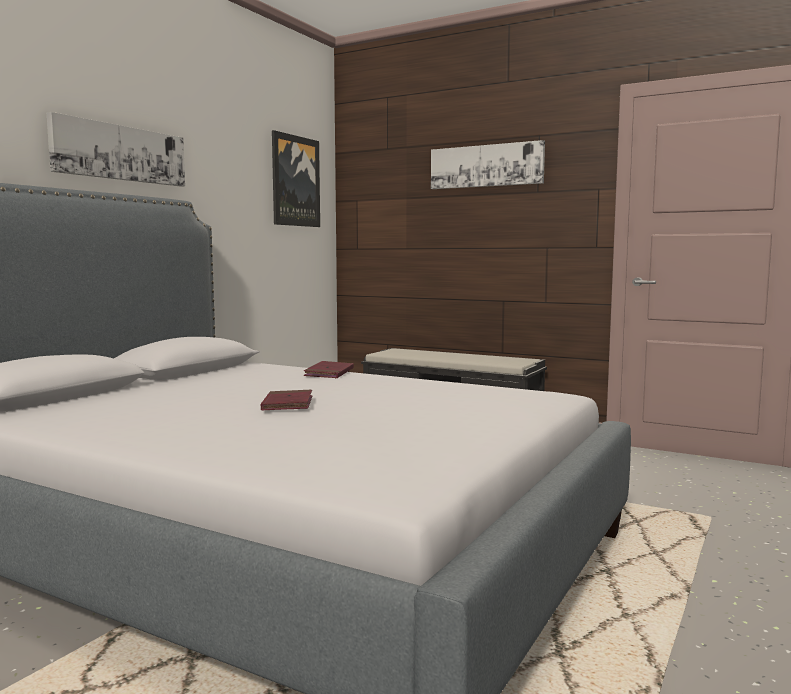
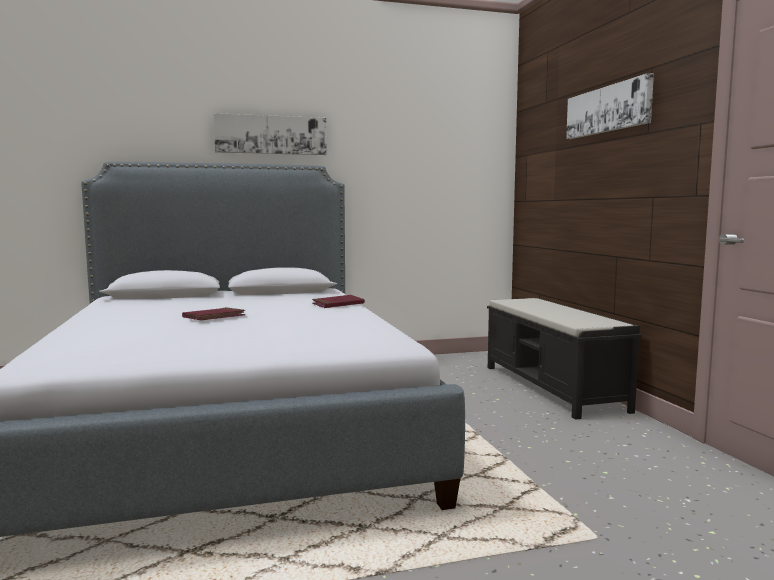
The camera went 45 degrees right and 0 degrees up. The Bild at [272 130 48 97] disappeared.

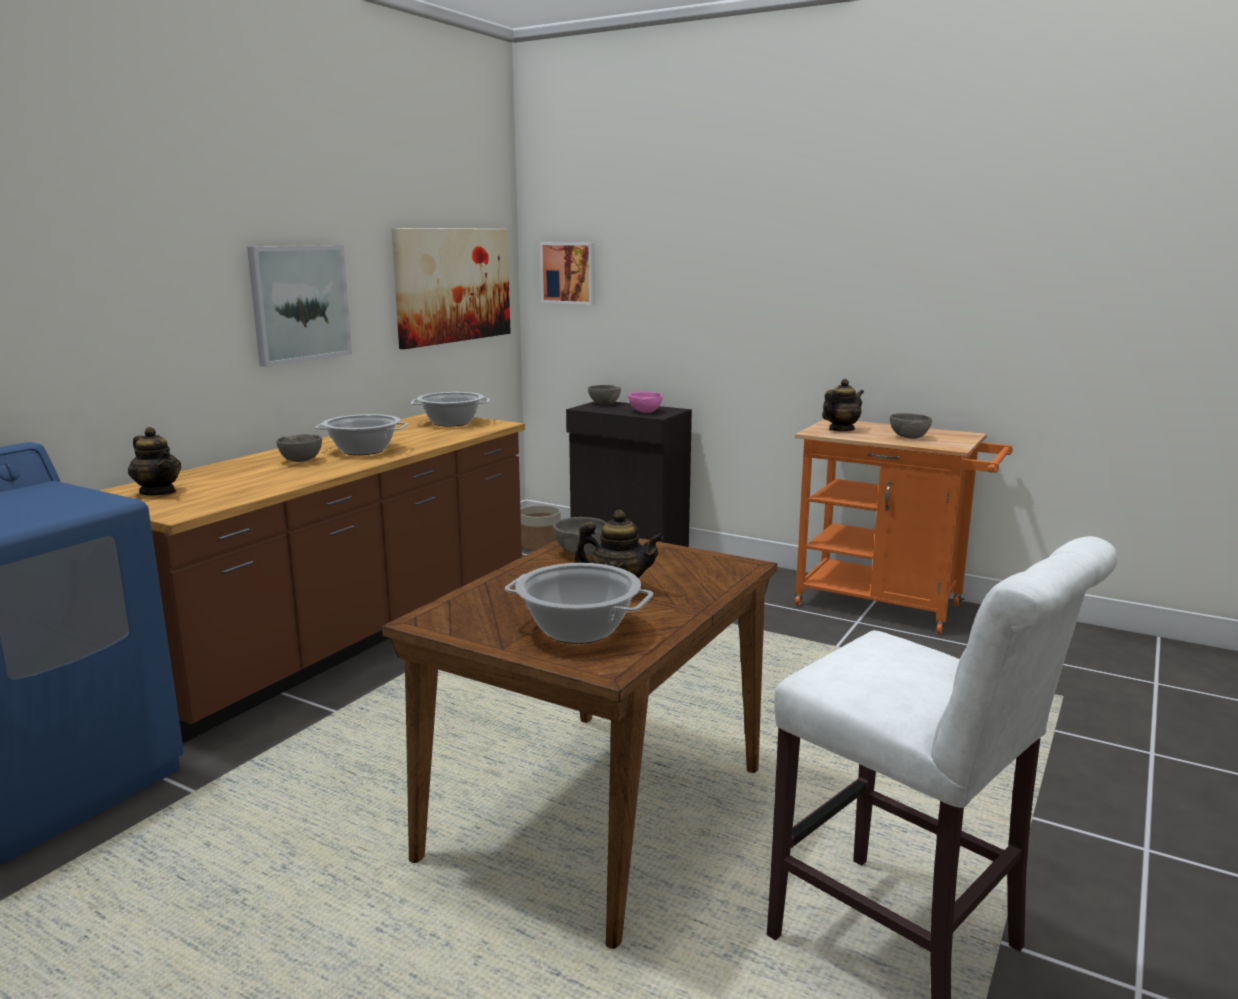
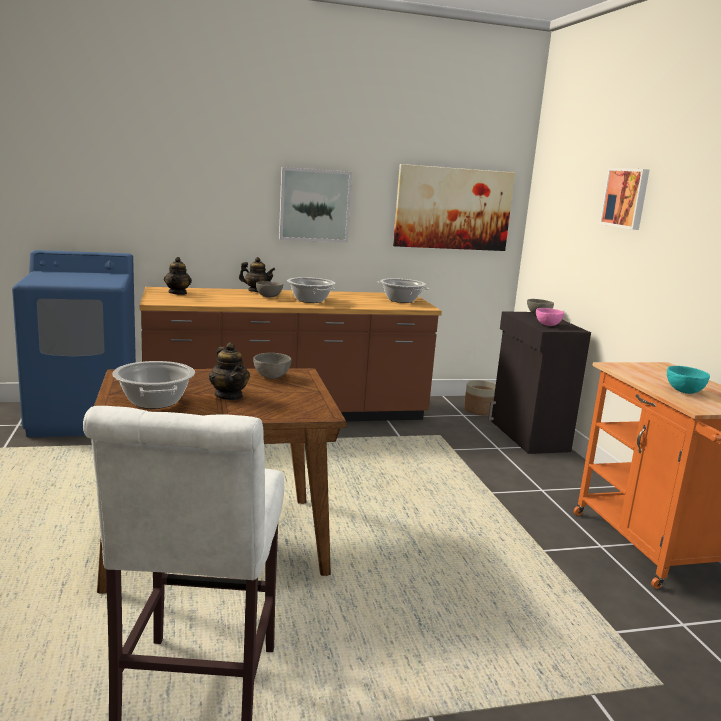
The camera went 45 degrees right and 0 degrees up. The Bild moved from [540 242 55 63] to [599 168 50 62]. The Teekanne moved from [822 379 42 52] to [239 257 36 35]. The Schüssel/grau at [890 413 42 26] became the Schüssel/türkis at [667 366 43 28].

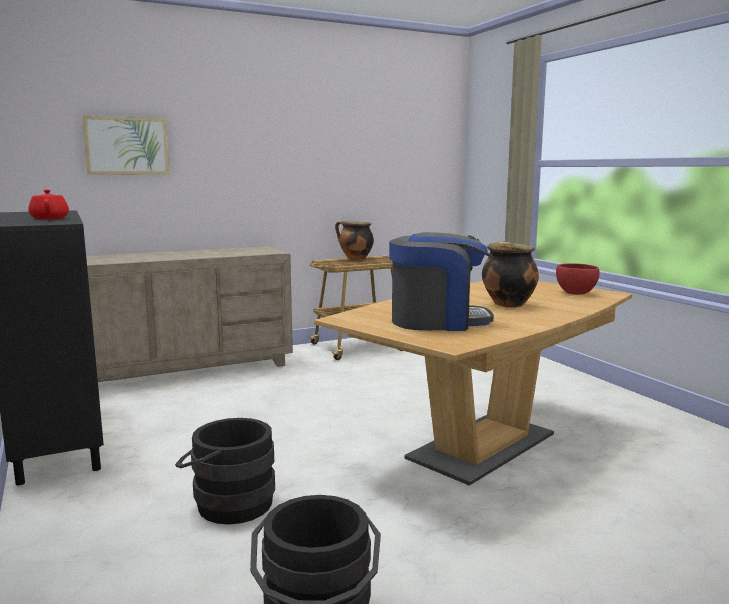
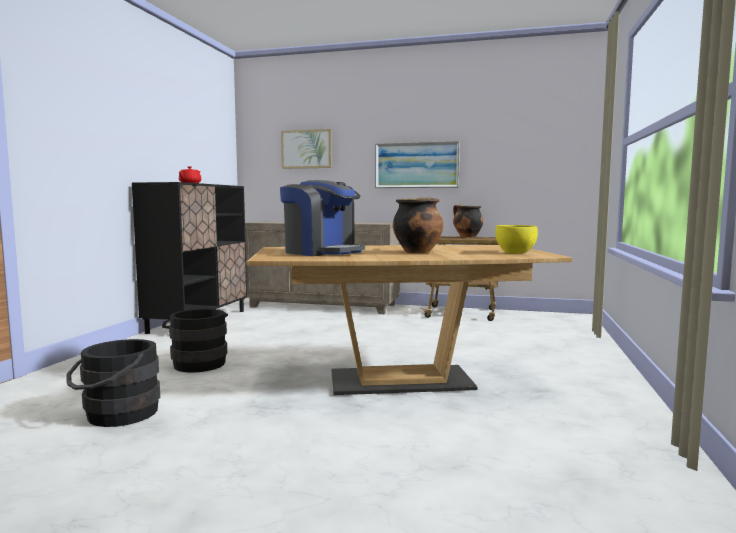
The camera went 40 degrees right and 5 degrees down. The Bild at [375 141 85 47] appeared. The Schüssel/rot at [556 263 44 32] became the Schüssel/gelb at [495 225 43 29].

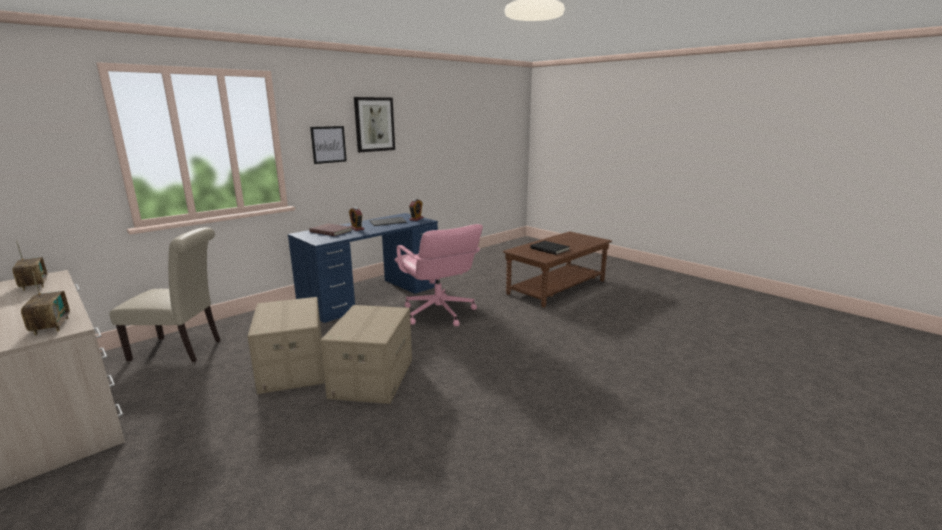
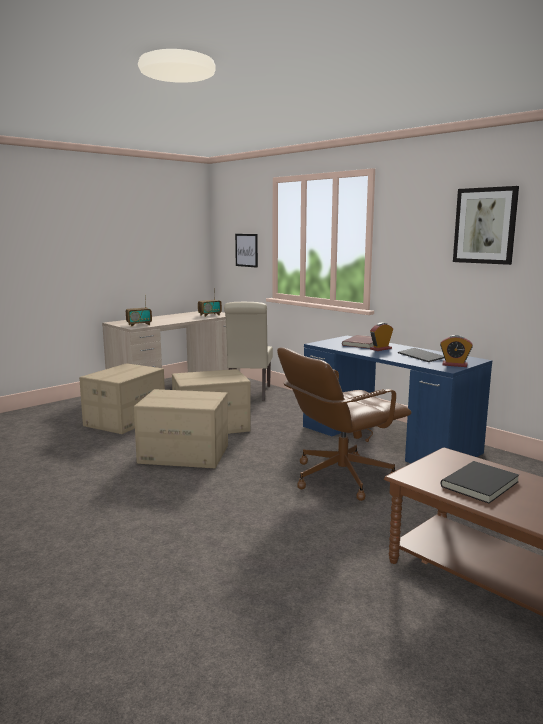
The camera went 90 degrees right and 5 degrees down. The Karton at [79 363 86 71] appeared. The Bild moved from [310 126 37 38] to [235 234 23 34]. The Bürostuhl/rosa at [394 224 89 102] became the Bürostuhl/braun at [277 347 134 154].

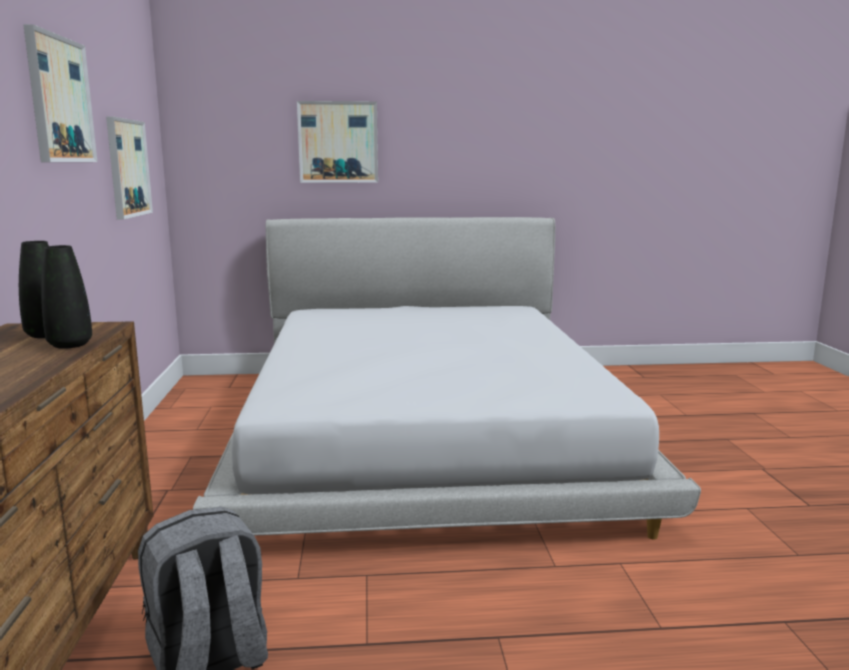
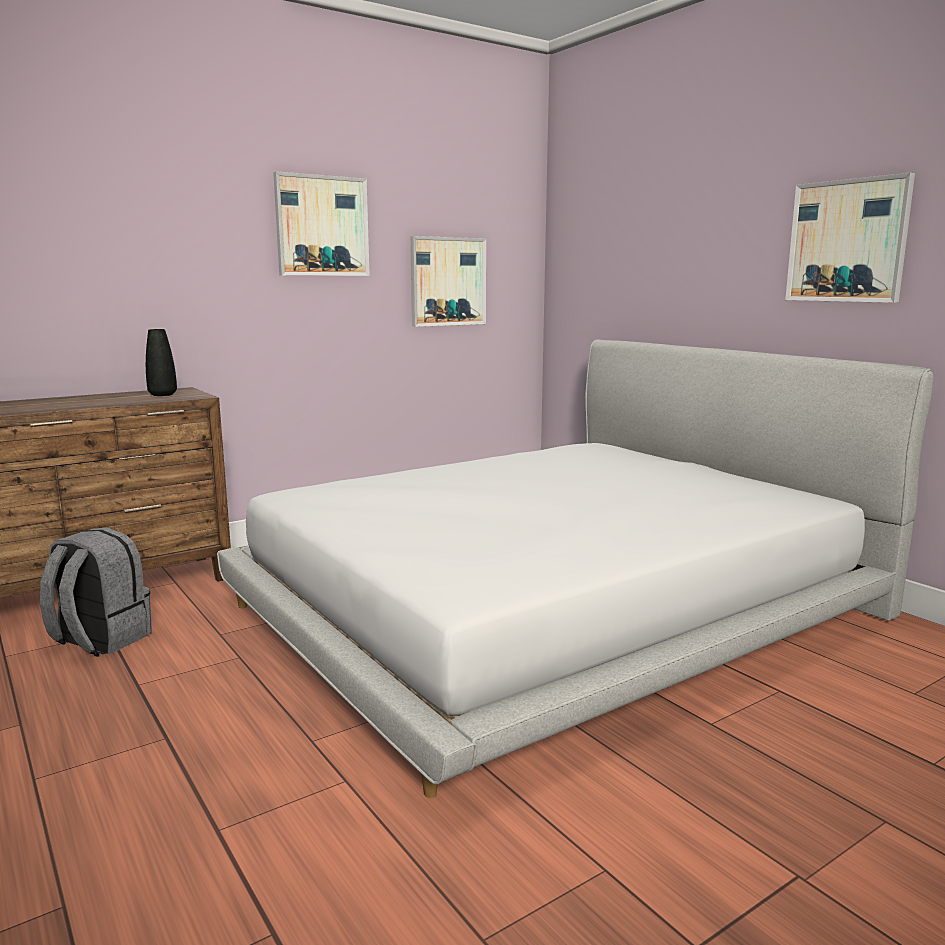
The camera went 60 degrees right and 0 degrees up. The Vase/schwarz at [41 245 51 104] disappeared. The Bild moved from [297 101 81 82] to [785 173 130 130].

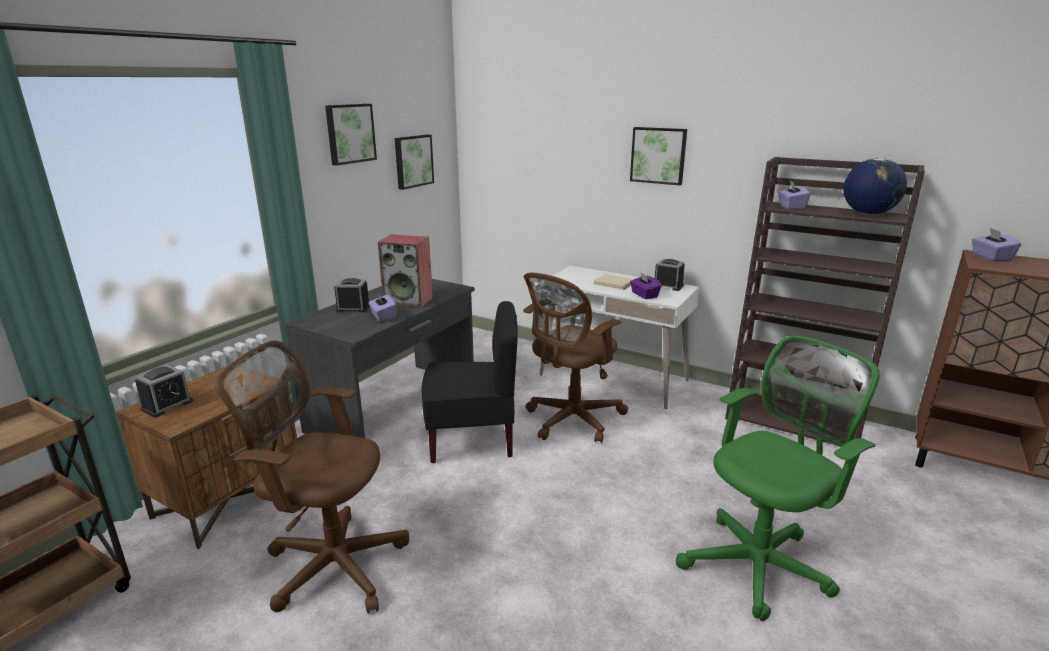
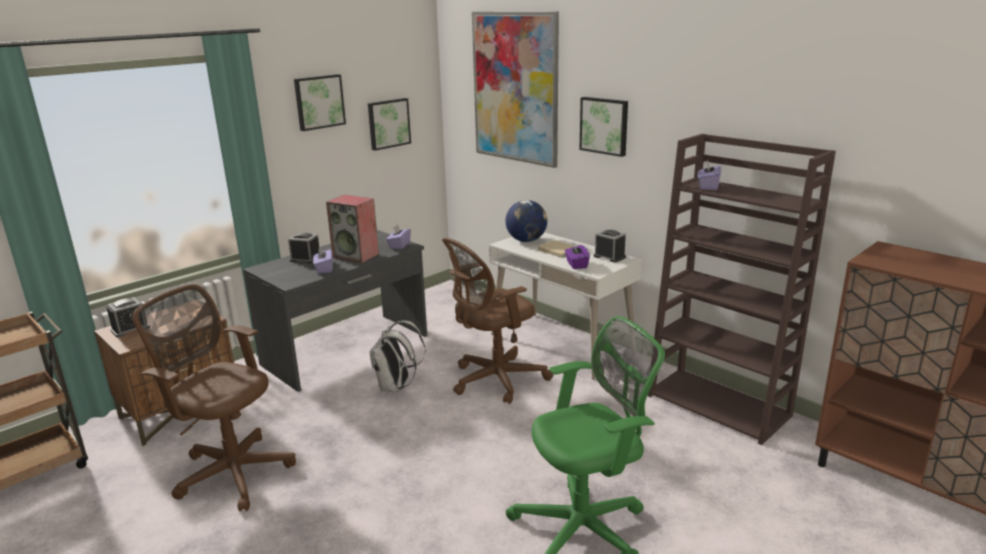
The camera went 15 degrees right and 0 degrees up. The Bild at [472 12 87 156] appeared. The Globus moved from [843 158 64 57] to [506 200 41 42]. The Taschentuchbox/lila moved from [972 228 49 33] to [386 224 25 25]. The Stuhl/schwarz at [421 301 97 162] was replaced by the Rucksack/weiß at [370 320 56 72].

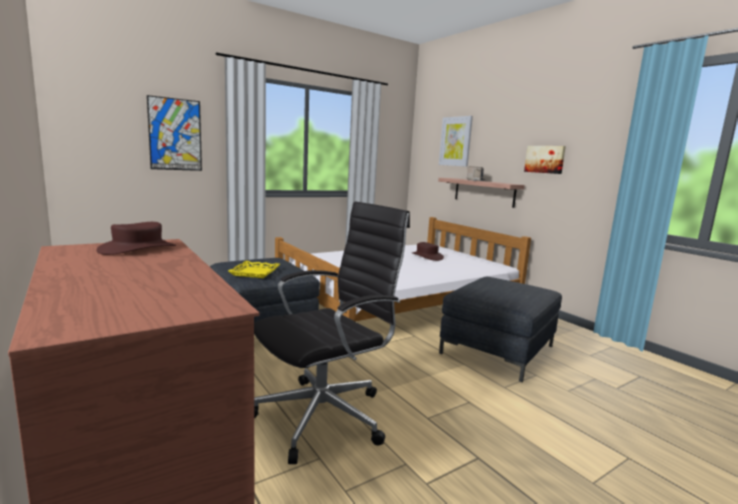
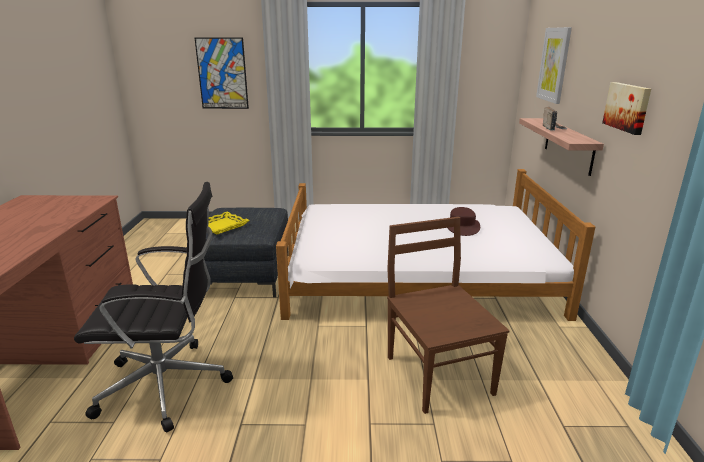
The camera went 35 degrees right and 10 degrees up. The Hut/braun at [97 222 79 33] disappeared. The Polsterhocker/grau at [439 277 123 105] was replaced by the Stuhl/braun at [387 217 123 197].

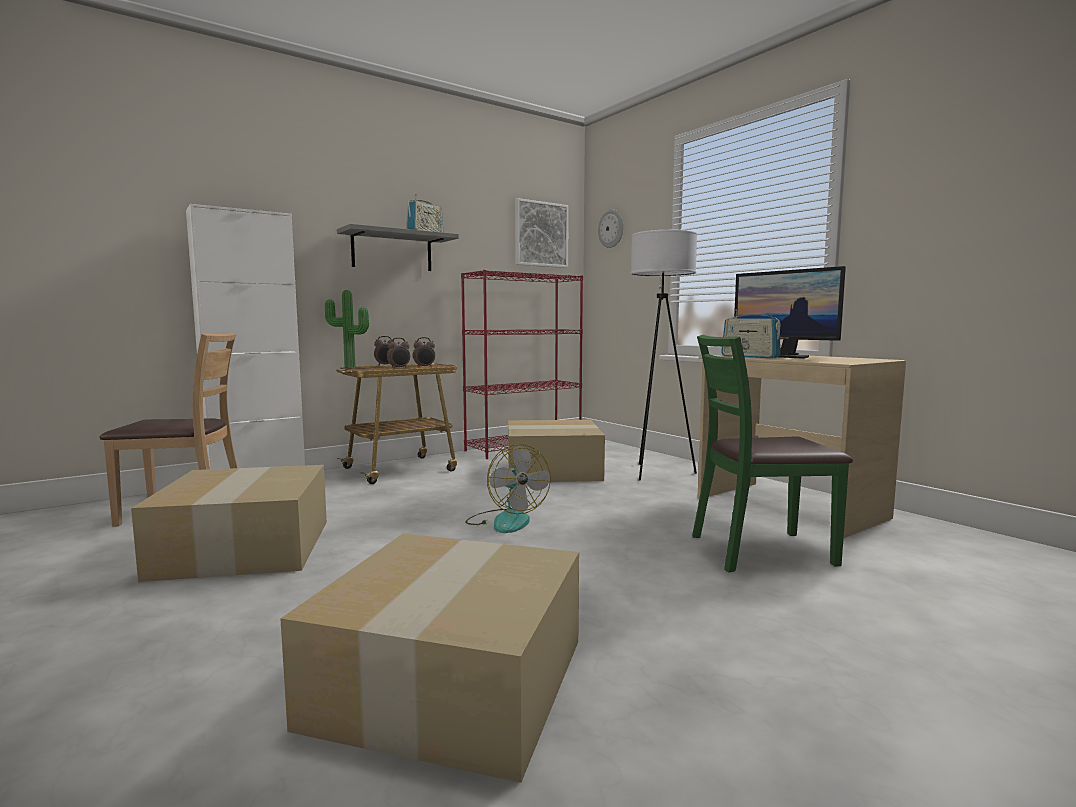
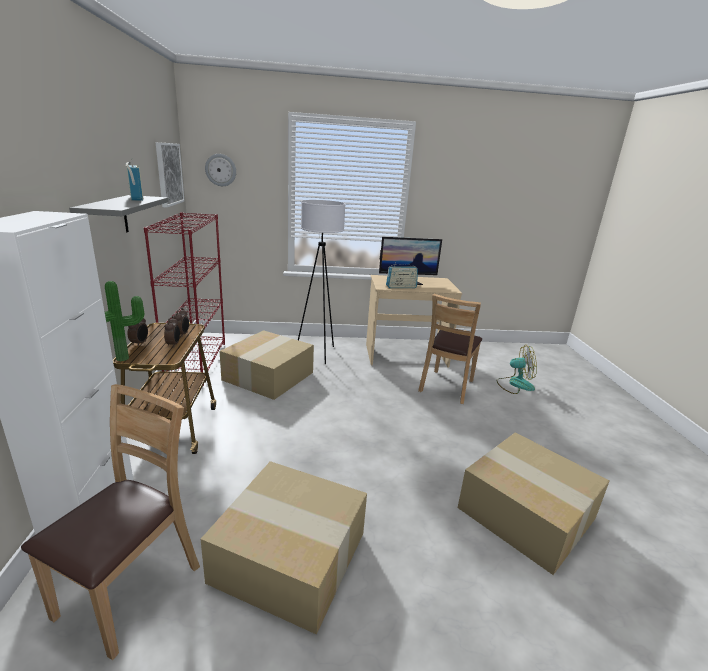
The camera went 60 degrees left and 15 degrees up. The Ventilator moved from [465 444 86 89] to [496 345 41 49]. The Stuhl/grün at [692 335 161 237] became the Stuhl/braun at [418 294 64 110].

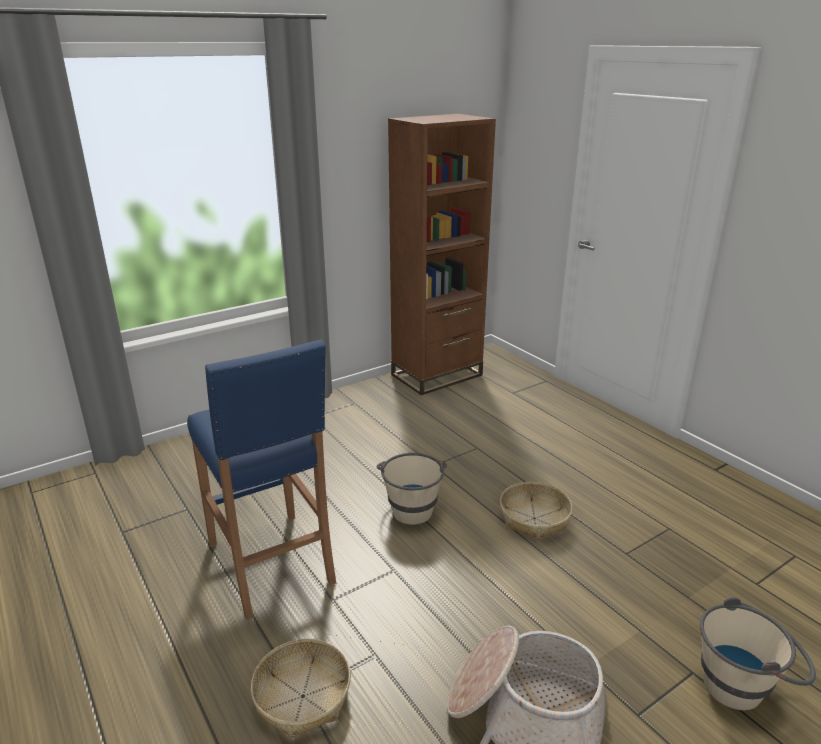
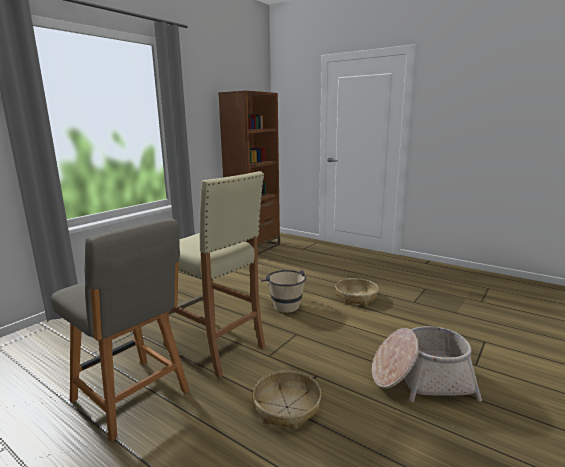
The camera went 20 degrees left and 10 degrees down. The Eimer/beige at [700 596 116 114] disappeared. The Stuhl/grau at [51 218 139 224] appeared. The Hocker/blau at [187 340 149 279] became the Hocker/beige at [163 171 103 207].

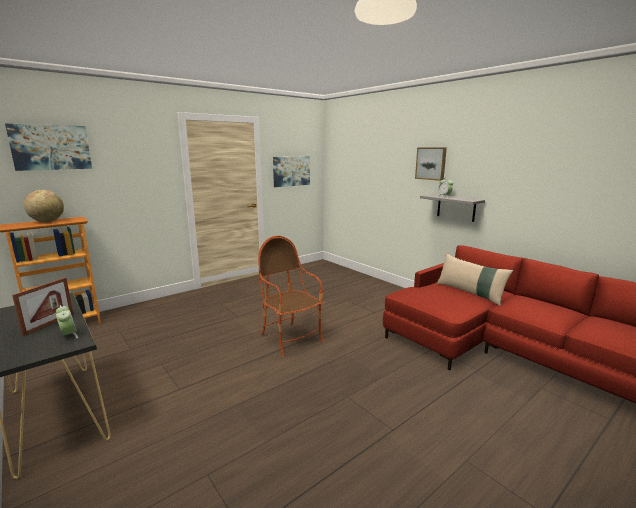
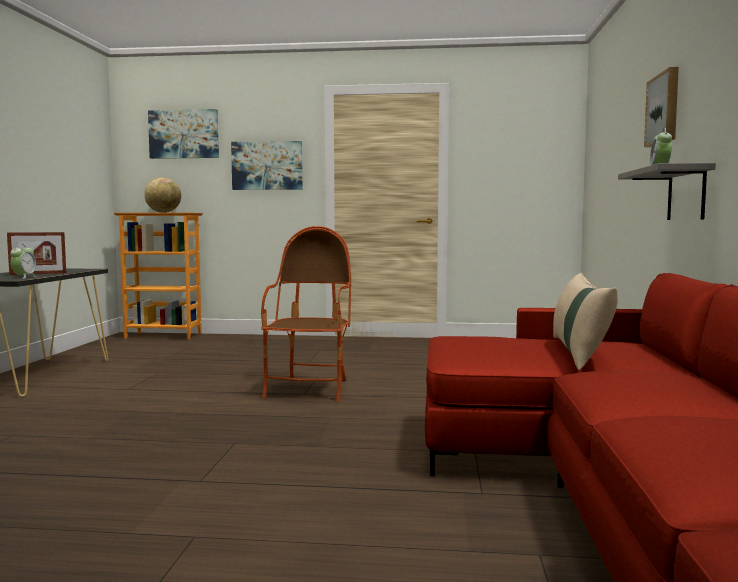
The camera went 45 degrees right and 10 degrees down. The Bild moved from [273 156 37 31] to [231 141 71 49].

